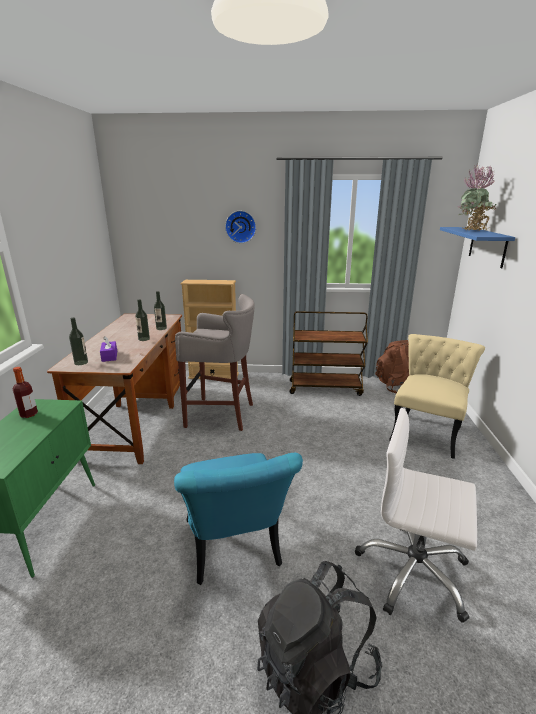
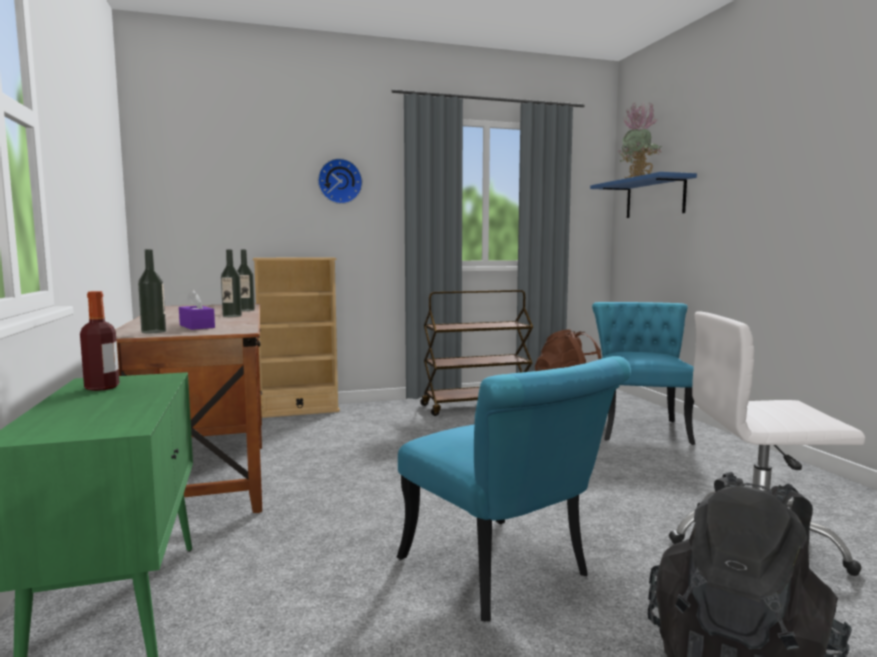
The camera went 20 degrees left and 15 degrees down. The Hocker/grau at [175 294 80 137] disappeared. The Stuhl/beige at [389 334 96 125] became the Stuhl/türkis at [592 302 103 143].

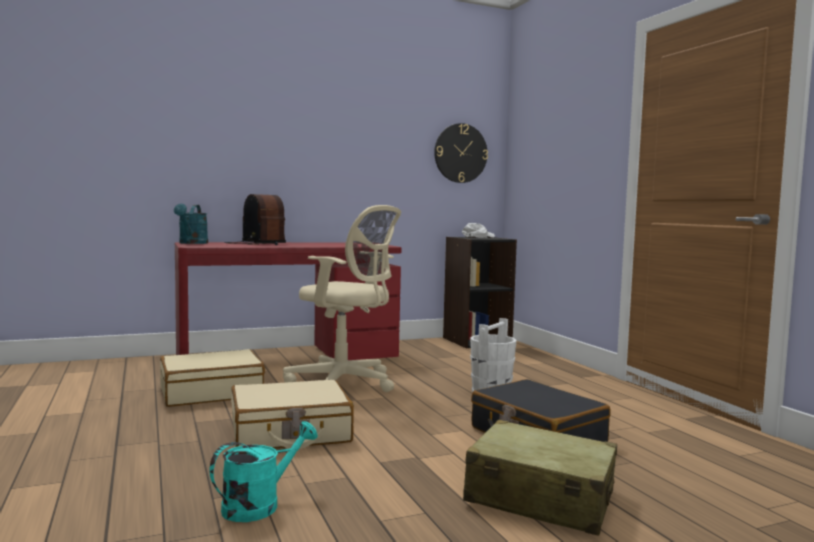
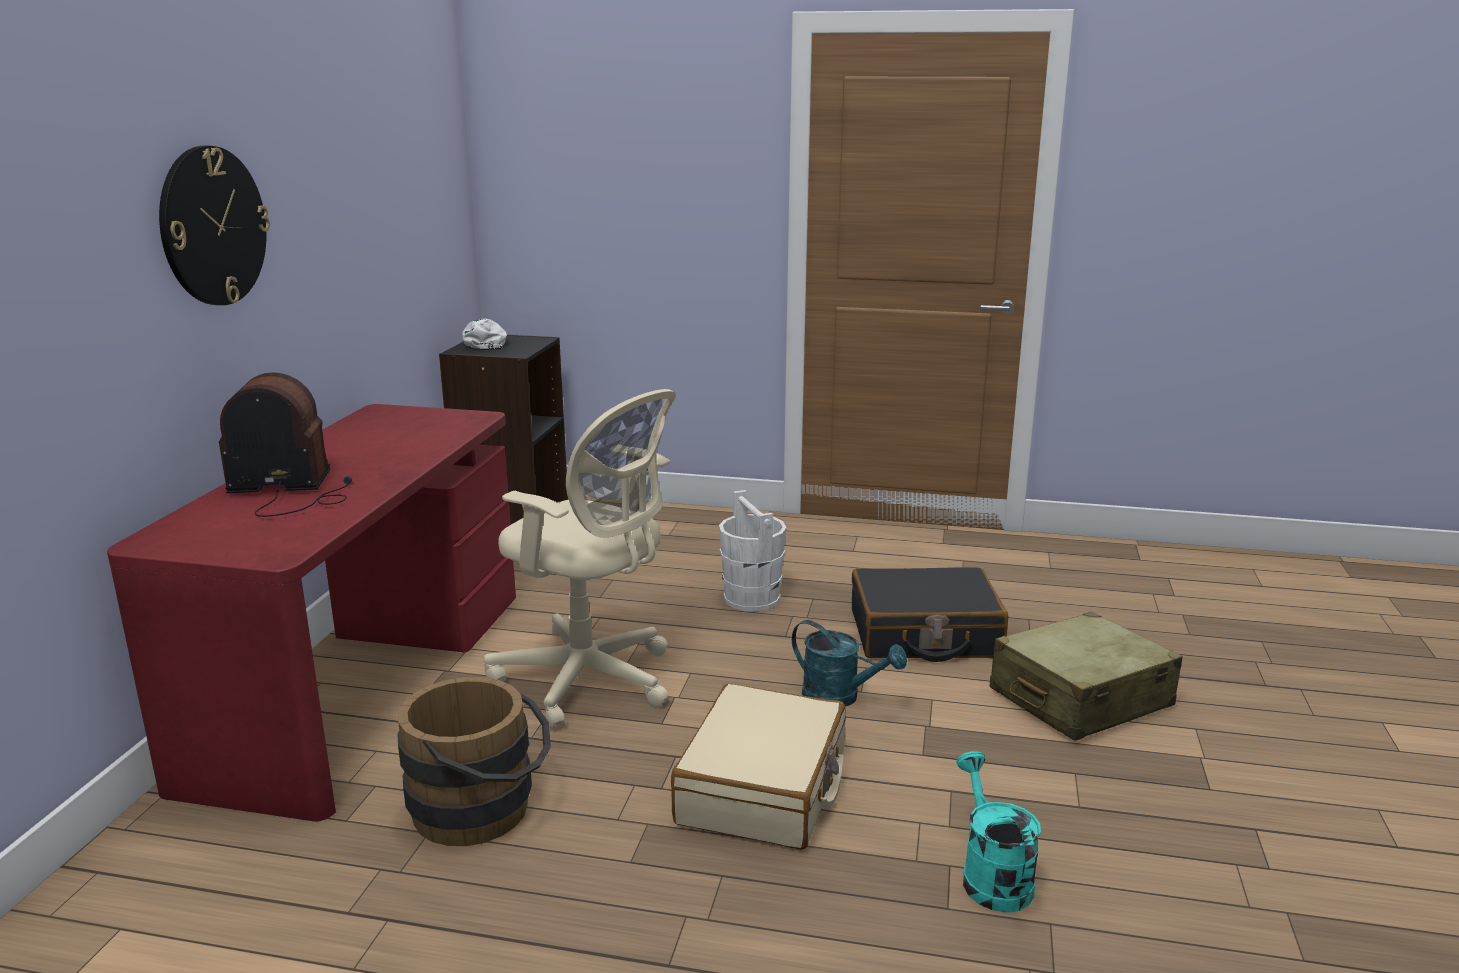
The camera went 55 degrees left and 15 degrees up. The Gießkanne/türkis moved from [174 204 34 40] to [792 620 115 87]. The Wanduhr moved from [434 123 54 60] to [159 146 111 159]. The Koffer/beige at [160 349 105 58] was replaced by the Eimer/braun at [397 677 154 169]. The Bürostuhl/beige at [283 205 118 187] turned 60 degrees clockwise.

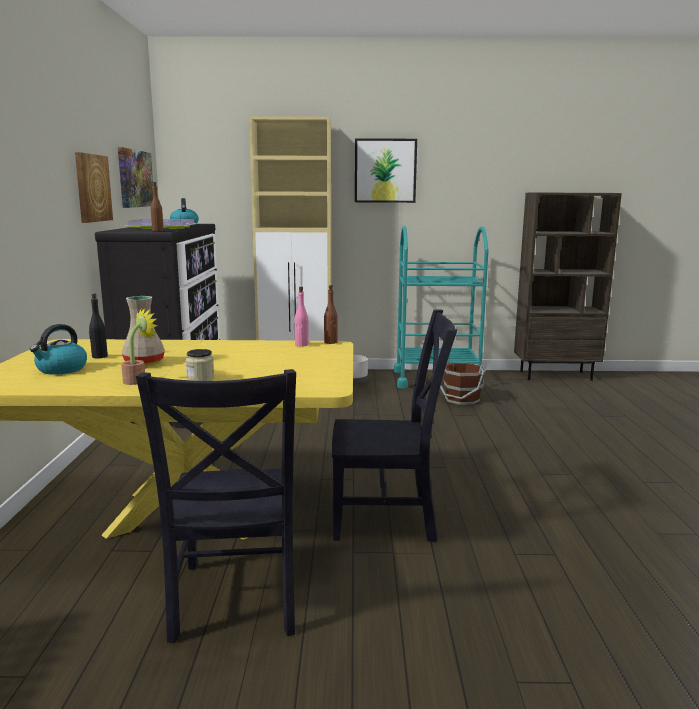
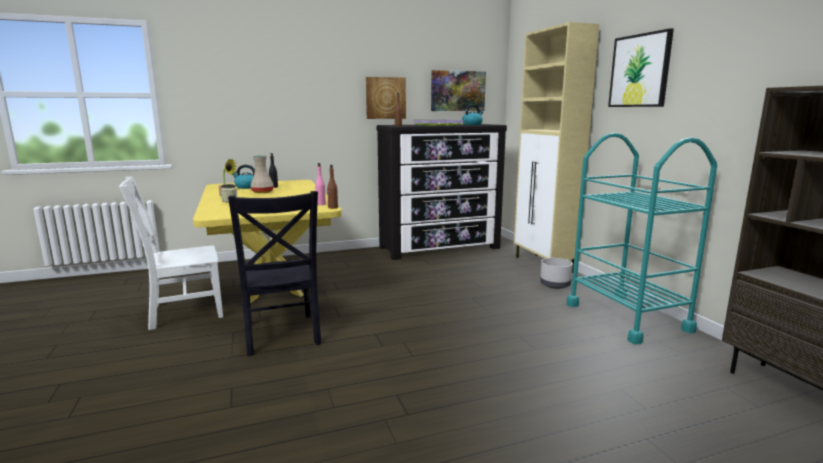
The camera went 70 degrees right and 0 degrees up. The Eimer/braun at [440 359 46 46] disappeared. The Stuhl/schwarz at [136 369 160 274] became the Stuhl/weiß at [119 177 104 153].

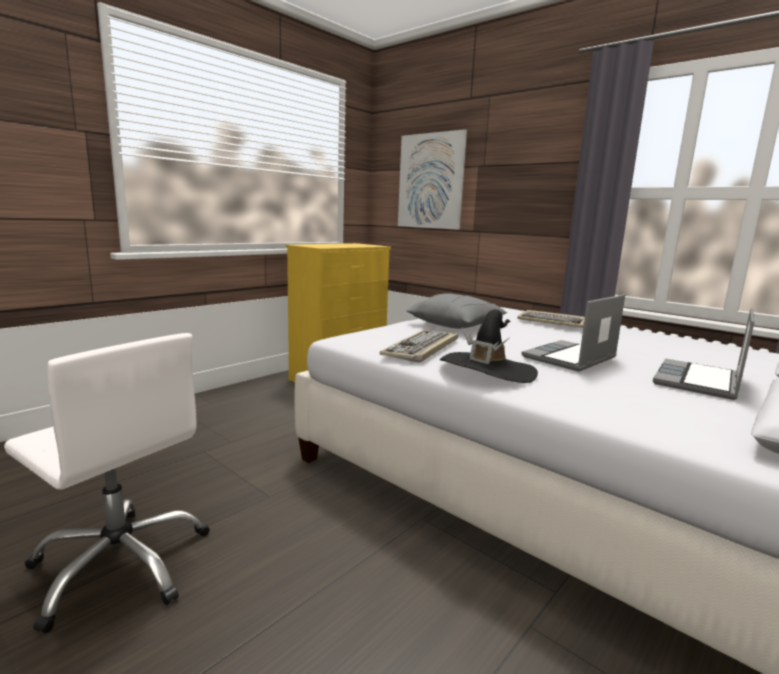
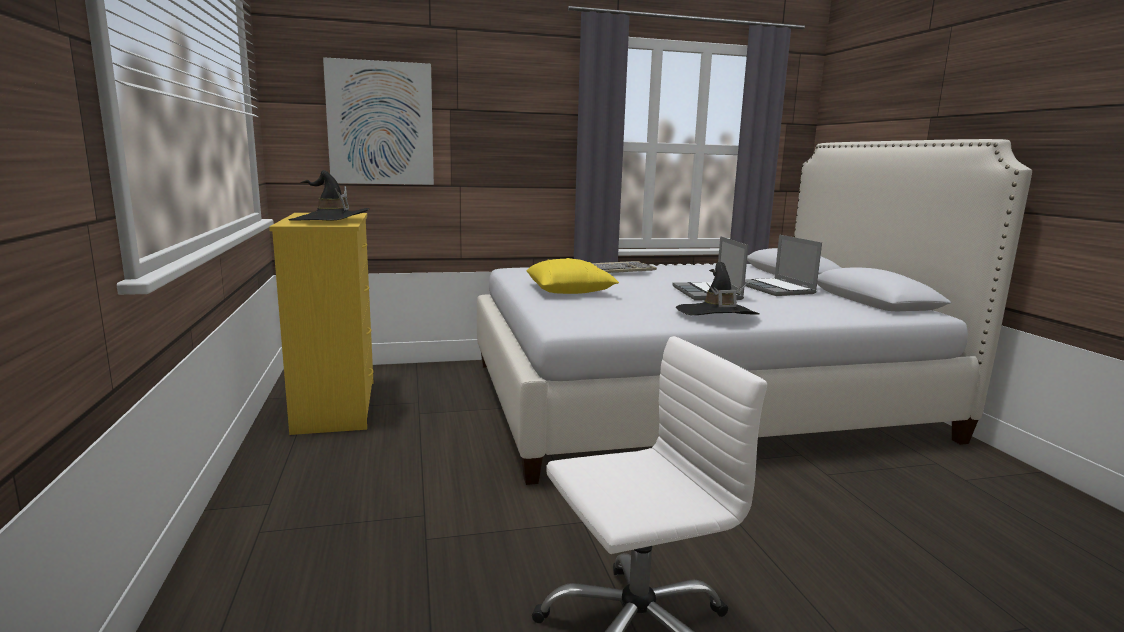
The camera went 55 degrees left and 0 degrees up. The Tastatur at [380 330 78 33] disappeared. The Hut/schwarz at [289 170 81 51] appeared. The Kissen/grau at [406 293 101 36] became the Kissen/gelb at [526 258 93 36].

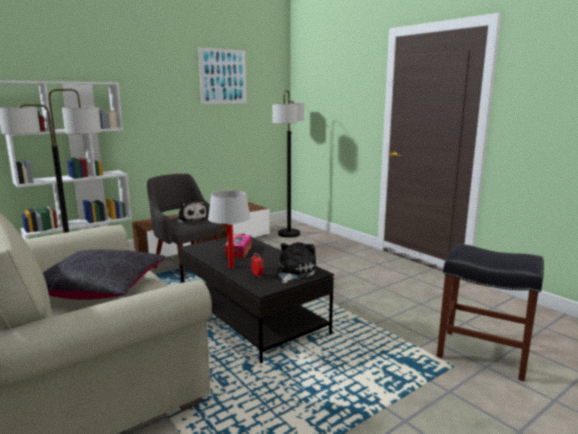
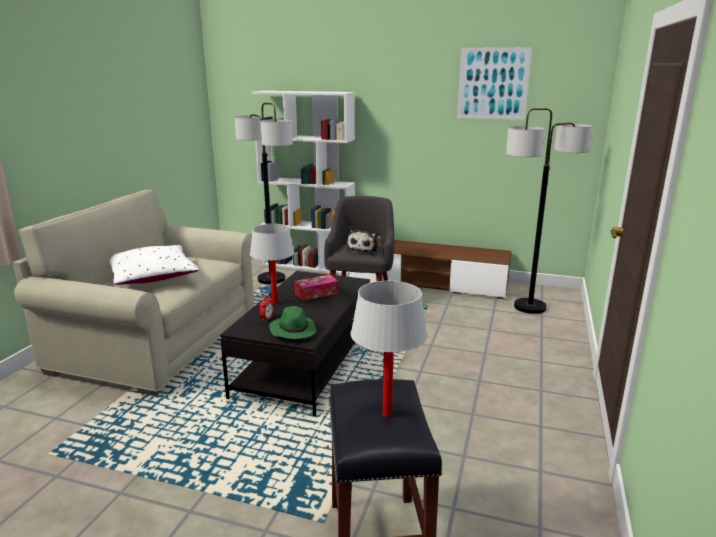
The camera went 55 degrees right and 5 degrees up. The Tischlampe/weiß at [350 281 78 136] appeared. The Plüschtier at [276 242 41 41] was replaced by the Hut/grün at [269 306 48 33]. The Kissen/schwarz at [43 249 123 51] became the Kissen/weiß at [109 245 90 40].

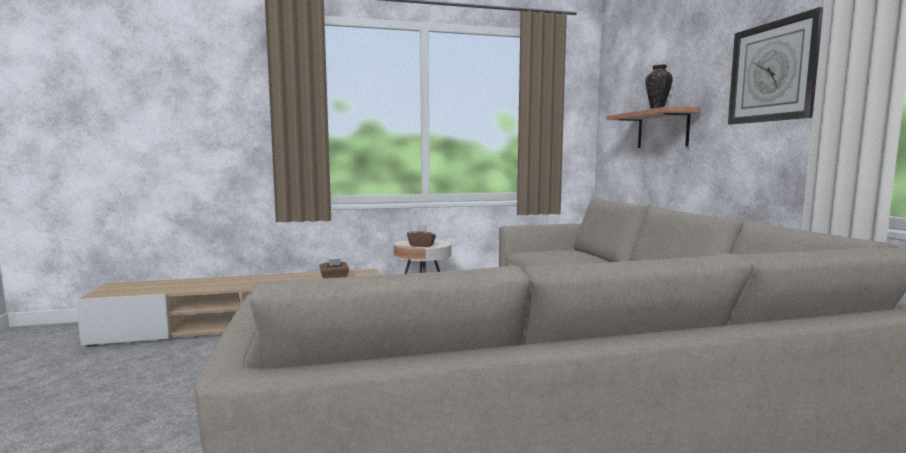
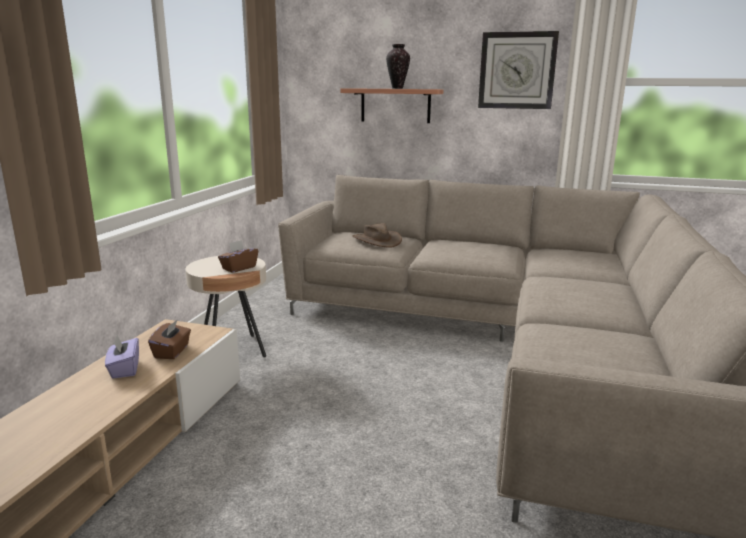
The camera went 60 degrees left and 10 degrees up. The Taschentuchbox/lila at [105 335 34 44] appeared. The Hut/braun at [352 223 50 25] appeared.

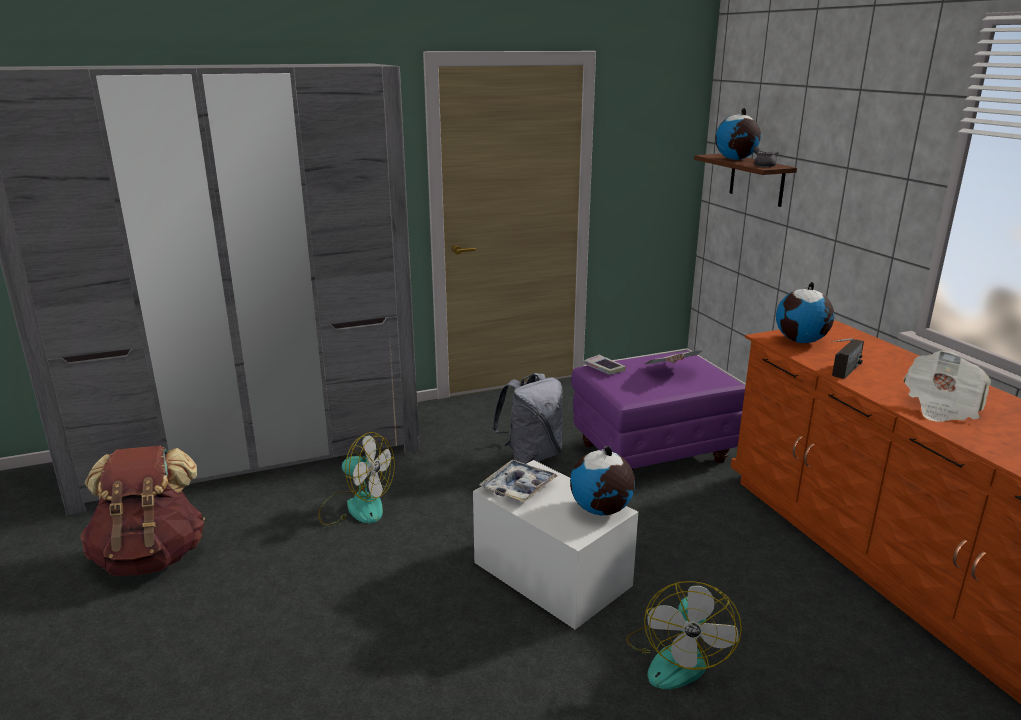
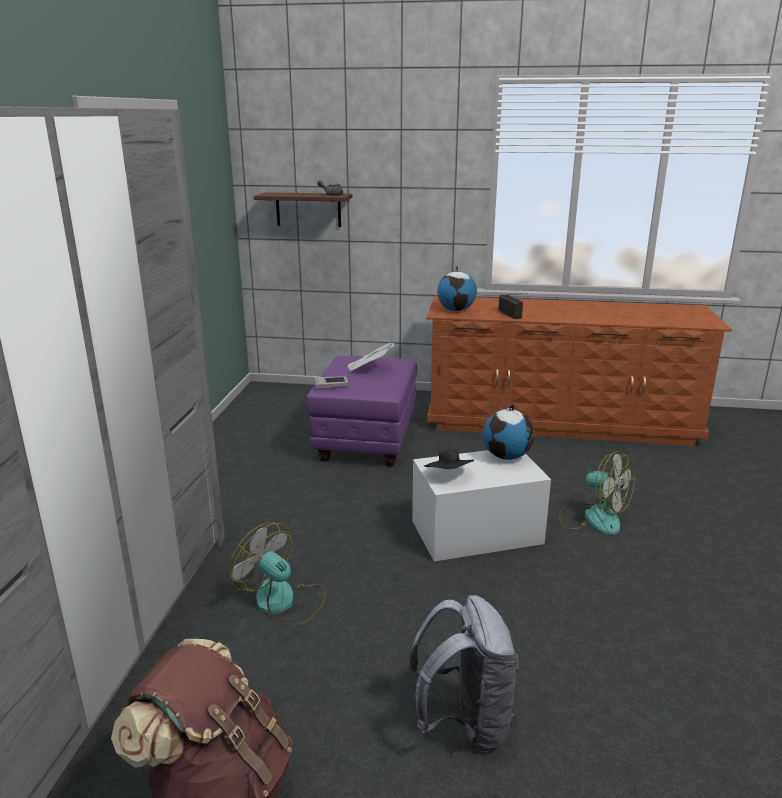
The camera went 60 degrees left and 0 degrees up. The Globus at [715 108 46 52] disappeared. The Zeitung at [904 350 87 72] disappeared. The Rucksack/grau moved from [492 373 71 91] to [409 595 110 157]. The Tablett at [480 460 78 42] was replaced by the Hut/schwarz at [424 449 50 20]. The Ventilator at [318 432 77 93] turned 105 degrees counterclockwise.

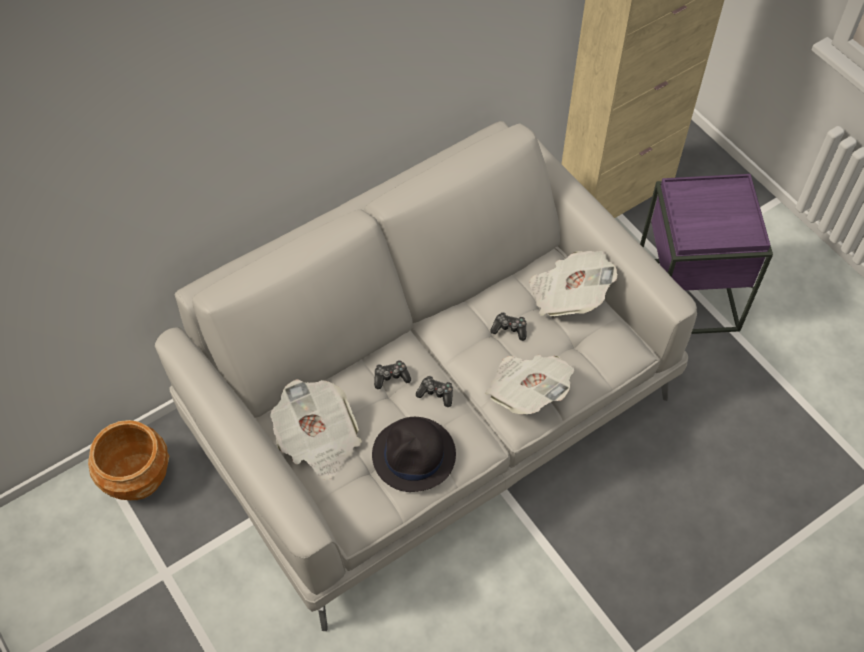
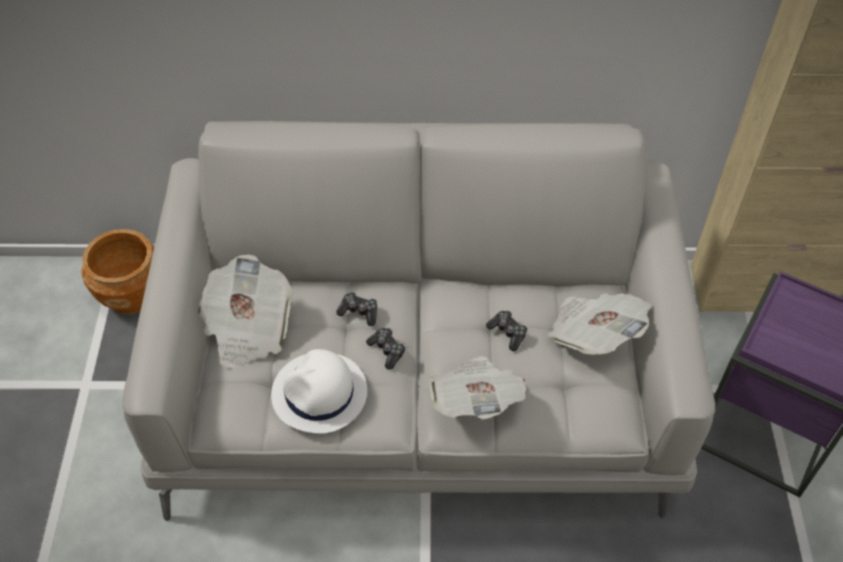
The camera went 35 degrees right and 5 degrees down. The Hut/schwarz at [372 417 84 75] became the Hut/weiß at [271 349 96 85].

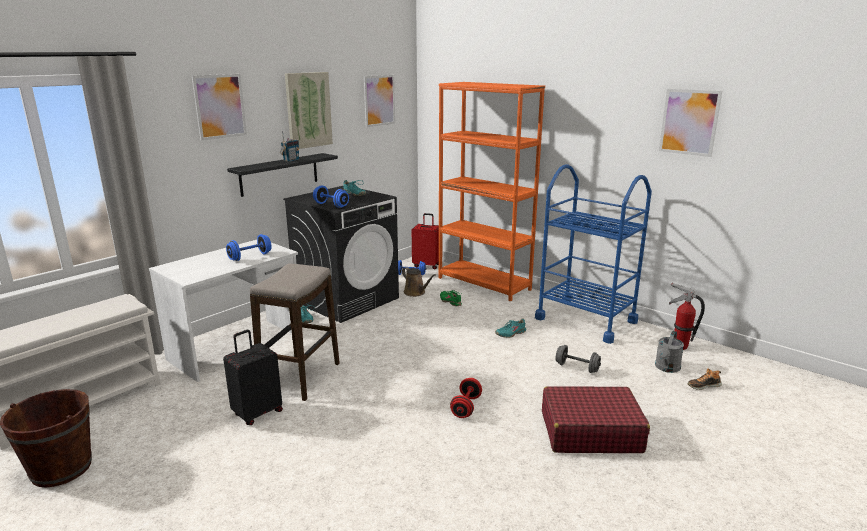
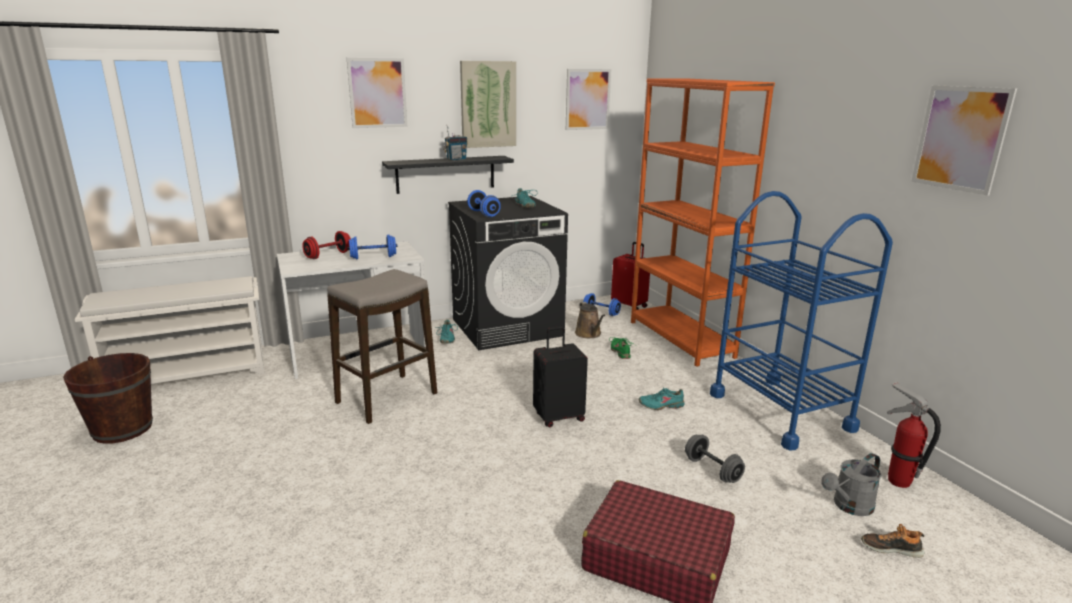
The camera went 25 degrees right and 0 degrees up. The Koffer/schwarz moved from [223 330 60 95] to [533 326 55 101]. The Hantel/rot moved from [450 378 32 40] to [302 231 49 28].

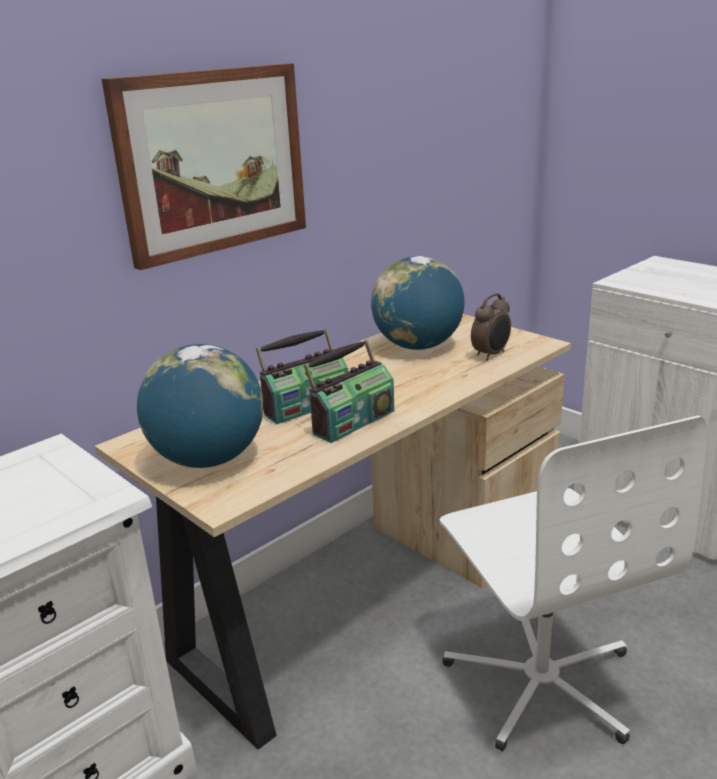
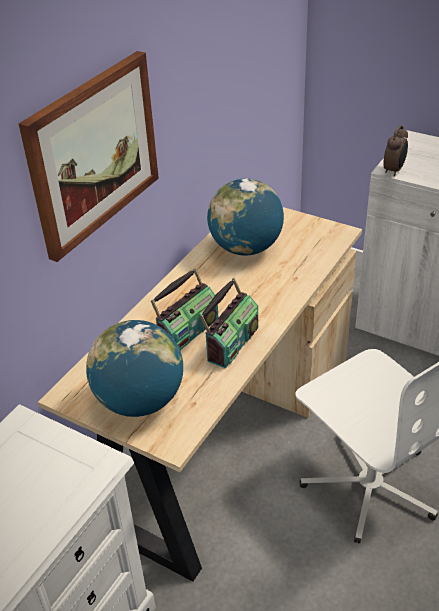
The camera went 15 degrees left and 15 degrees up. The Wecker moved from [471 293 40 67] to [383 125 25 51].

